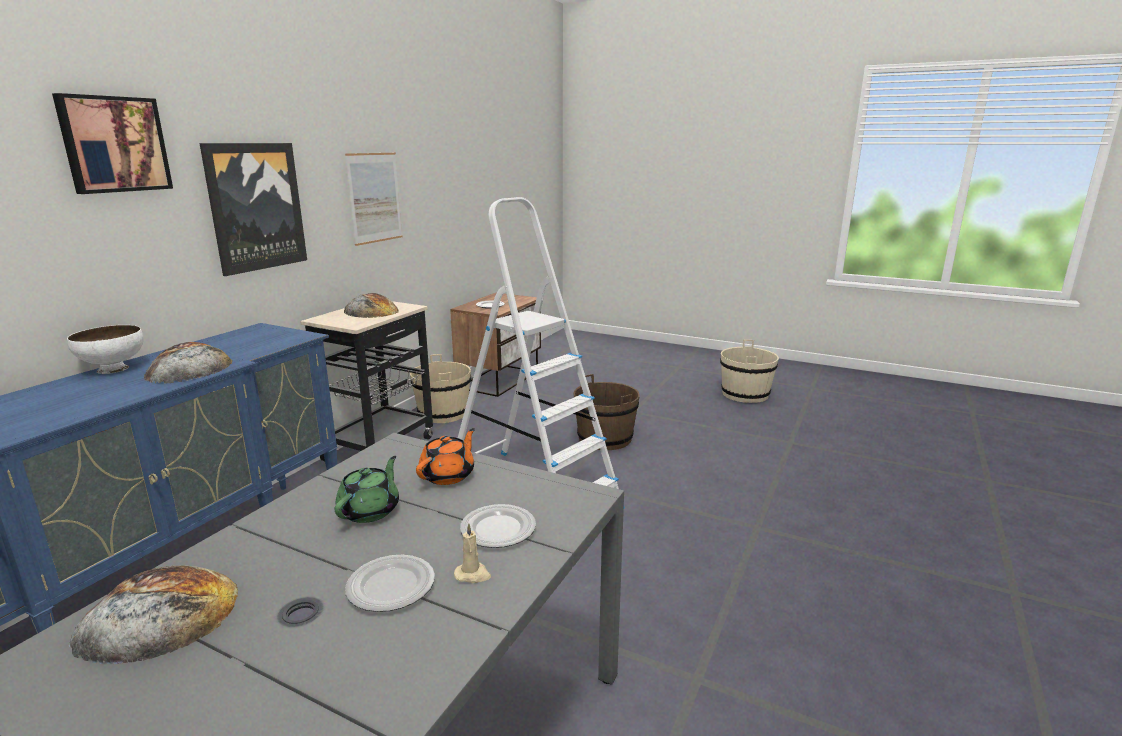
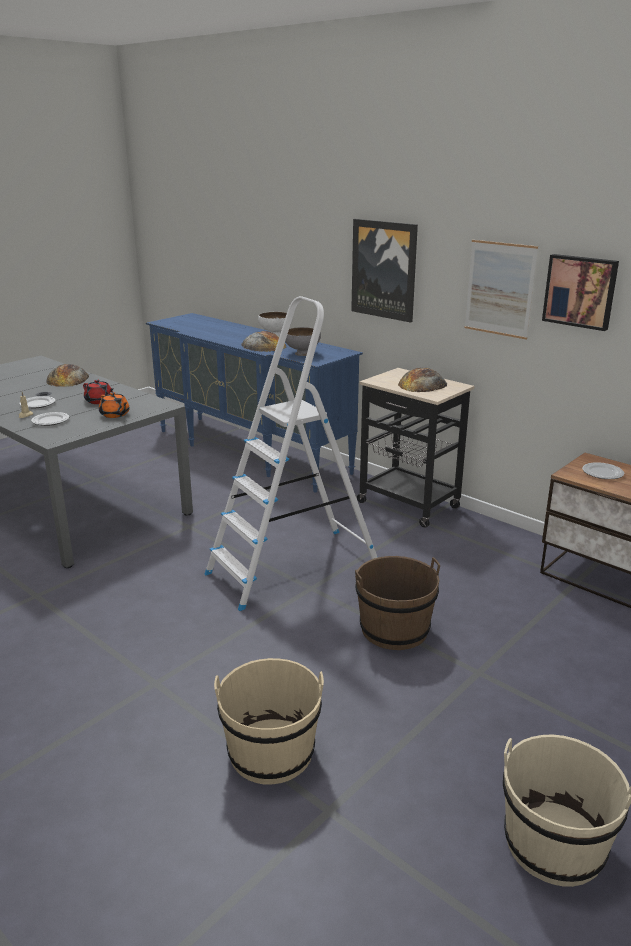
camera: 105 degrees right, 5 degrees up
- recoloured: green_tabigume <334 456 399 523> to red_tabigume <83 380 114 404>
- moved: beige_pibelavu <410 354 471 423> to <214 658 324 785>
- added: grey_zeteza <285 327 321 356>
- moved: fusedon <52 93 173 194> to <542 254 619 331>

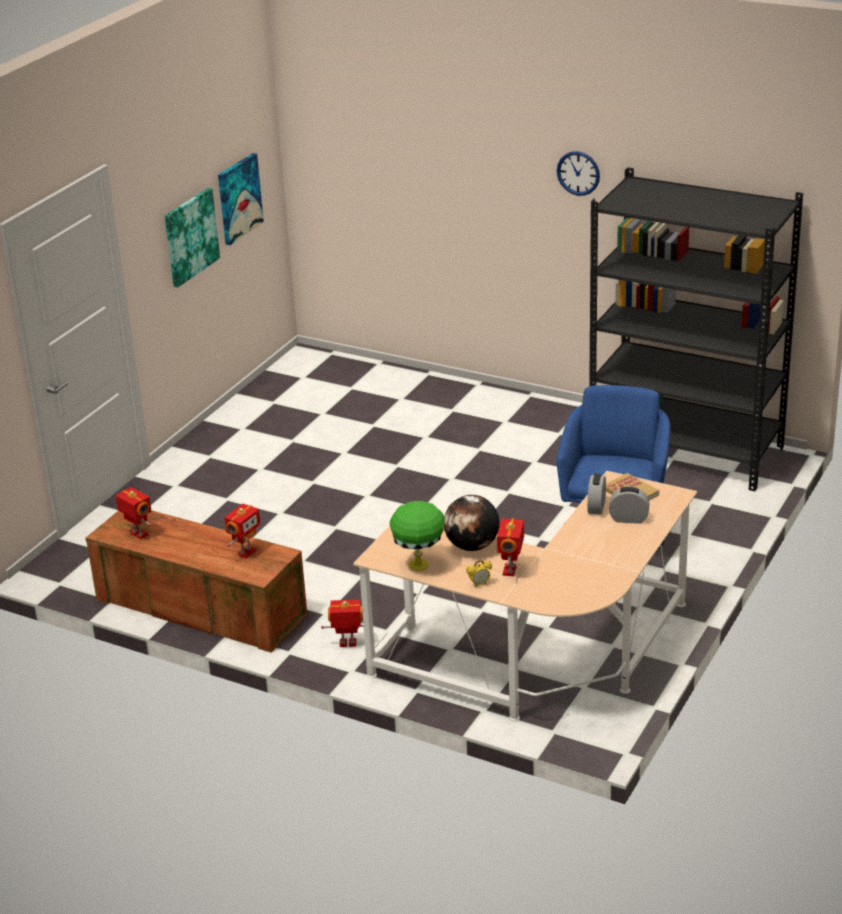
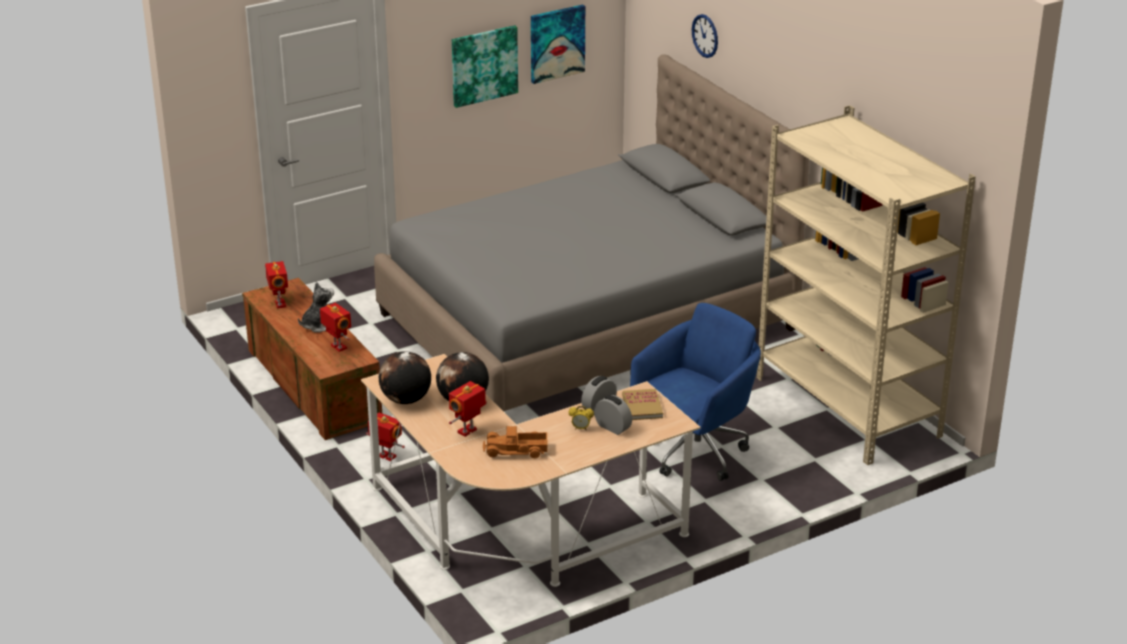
camera: 30 degrees right, 0 degrees up
- added: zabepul <298 282 334 333>
- turned: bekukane <224 504 260 559> = <320 303 351 352> 105 degrees counterclockwise
- added: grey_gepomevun <374 54 809 412>
- replaced: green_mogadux <390 501 445 571> to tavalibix <379 351 431 404>
- added: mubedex <483 426 548 458>
- moved: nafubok <466 560 492 587> to <568 406 594 430>
- moved: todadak <557 151 600 196> to <692 14 718 58>
- recoloured: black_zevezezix <589 167 803 491> to beige_zevezezix <757 105 976 465>

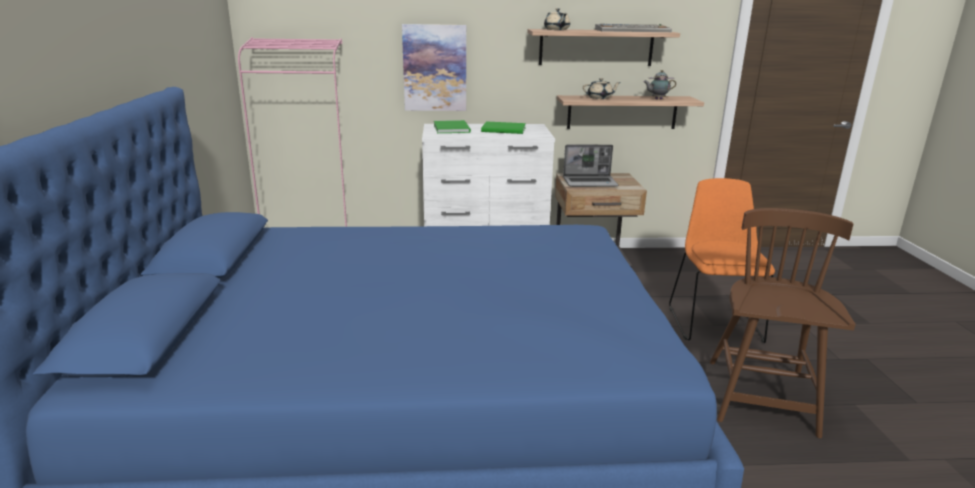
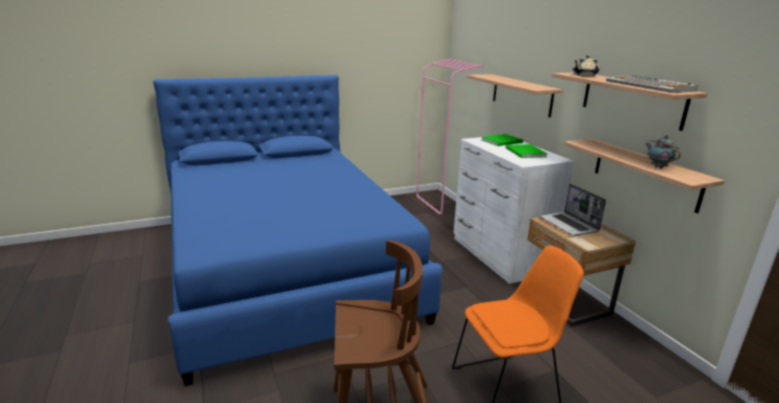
camera: 70 degrees right, 0 degrees up
- replaced: fusedon <402 24 466 111> to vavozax <467 74 563 118>
- removed: beige_tabigume <583 78 621 99>

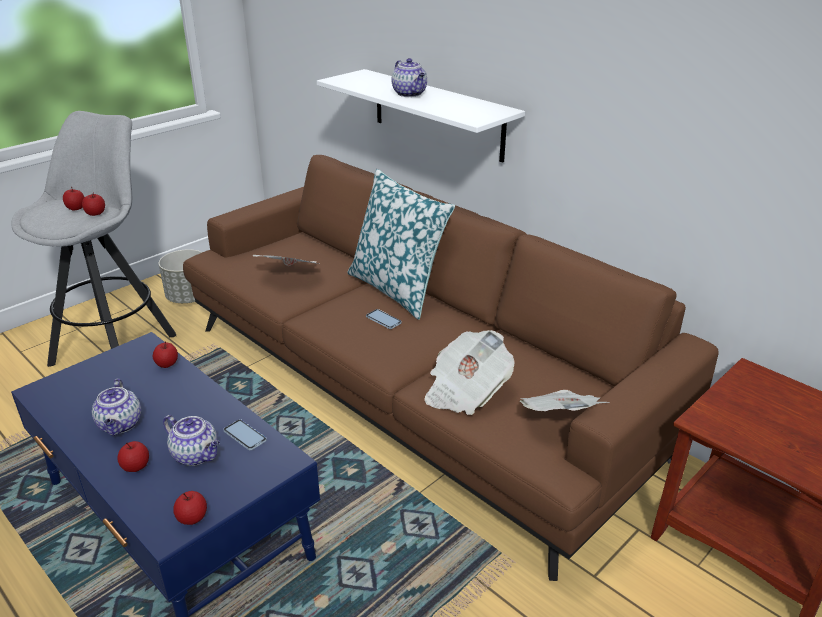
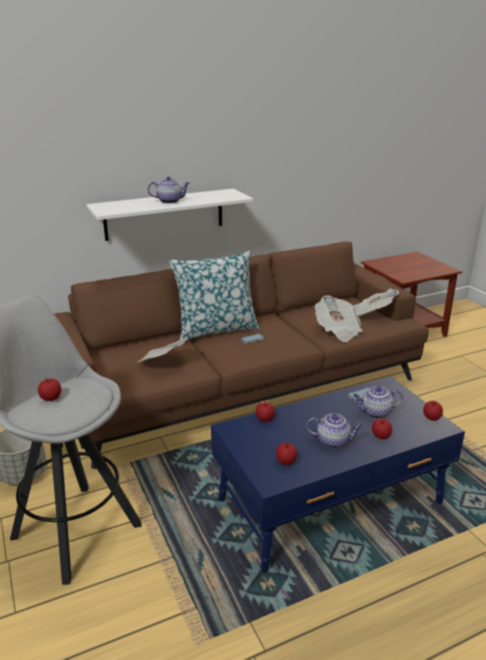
camera: 70 degrees left, 5 degrees down
- moved: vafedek <82 193 105 216> to <276 442 297 465>
- turned: tabigume <163 415 220 466> = <353 386 403 419> 150 degrees counterclockwise

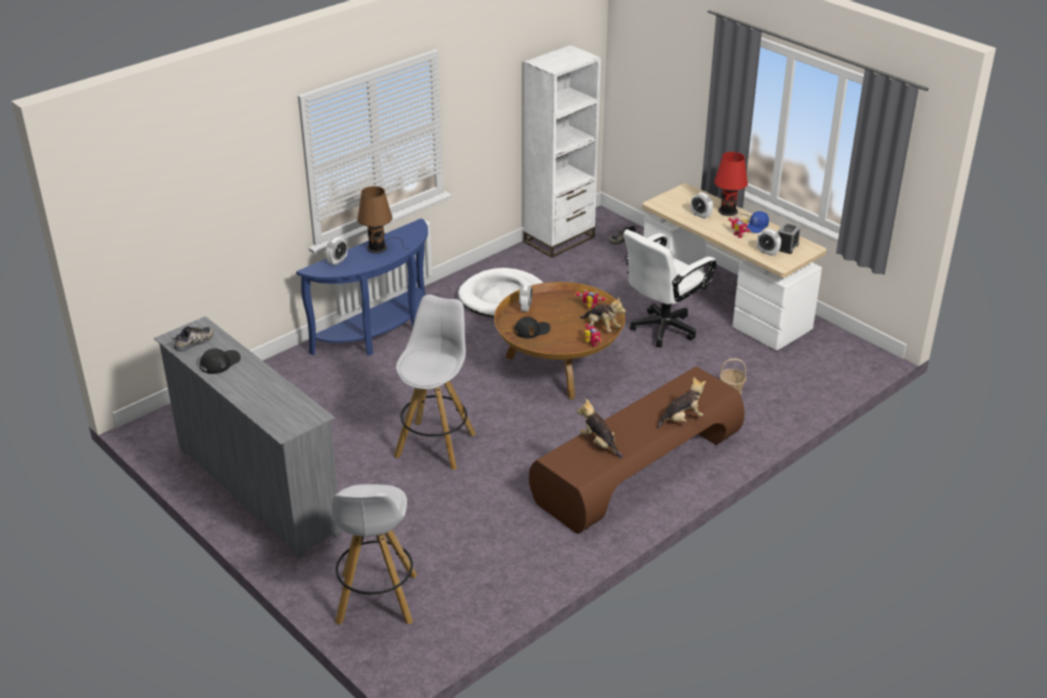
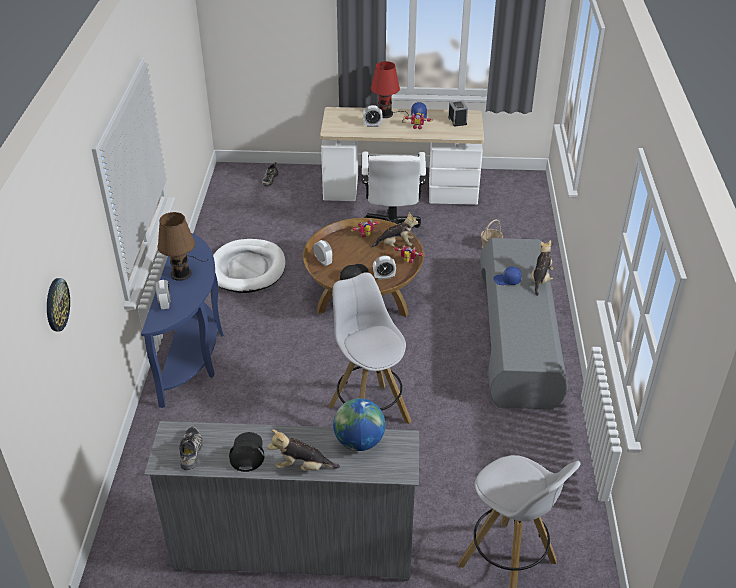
camera: 45 degrees left, 5 degrees up
- added: todadak <47 278 70 331>
- moved: zabepul <577 399 623 458> to <267 430 340 471>
- added: tavalibix <333 398 385 451>
- moved: nafubok <757 229 781 256> to <373 255 396 280>
- recoloured: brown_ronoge <529 367 745 534> to grey_ronoge <480 238 568 409>
- added: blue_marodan <493 267 521 285>
- removed: white_zevezezix <524 45 601 258>

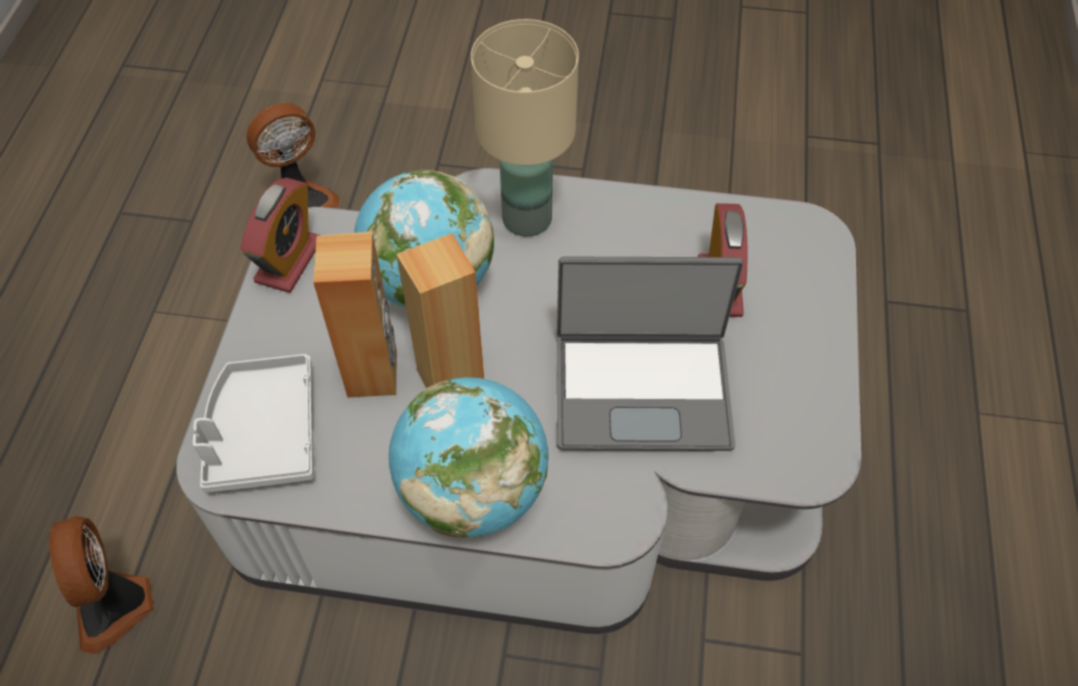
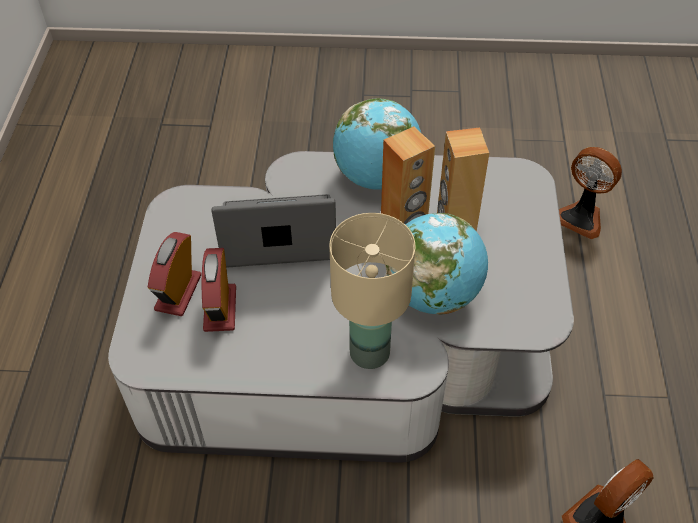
camera: 175 degrees right, 5 degrees down
- moved: nafubok <240 178 320 293> to <148 232 201 316>
- turned: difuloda <49 516 153 654> = <559 147 622 239> 150 degrees clockwise
- removed: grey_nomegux <193 354 314 493>

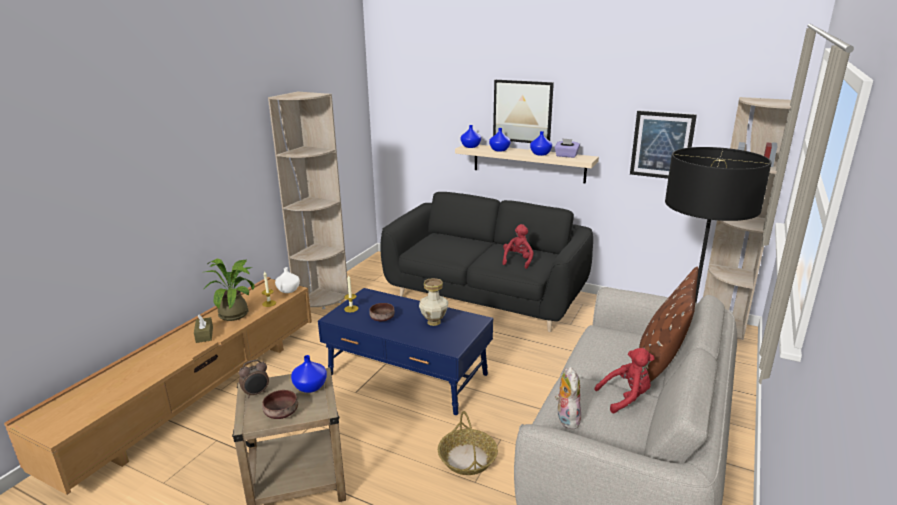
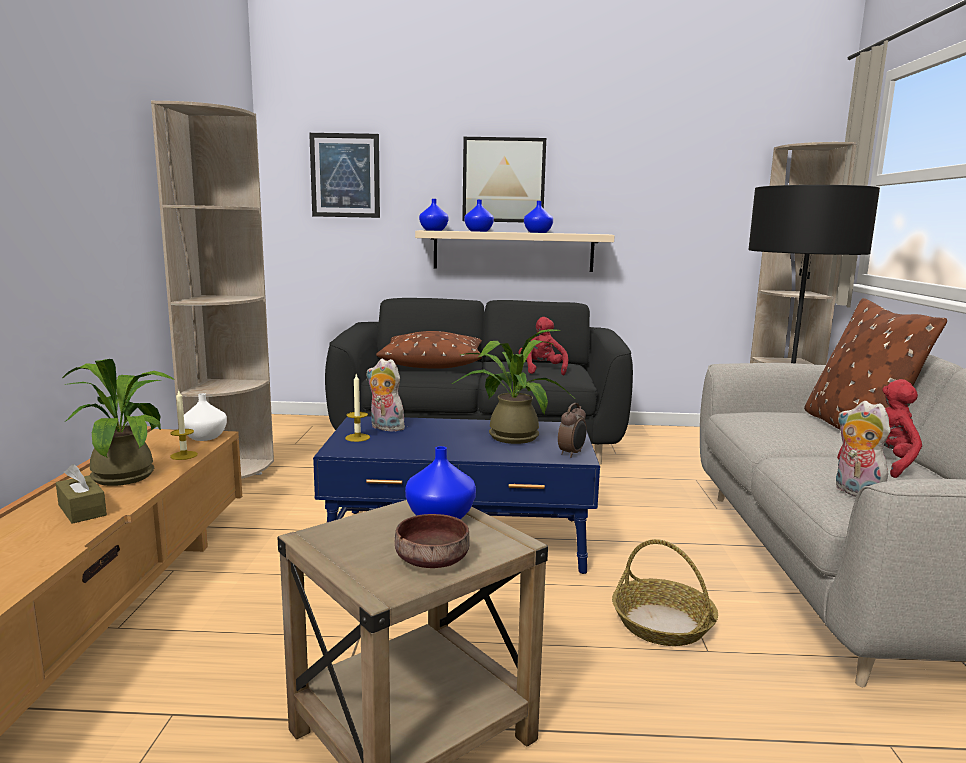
camera: 25 degrees left, 10 degrees down
- moved: fusedon <630 110 697 179> to <309 133 380 218>
- added: zabepul <366 359 405 431>
- added: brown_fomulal <376 331 482 369>
- replaced: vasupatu <419 278 448 326> to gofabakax <452 329 574 444>
- moved: nafubok <239 360 269 398> to <558 403 587 458>
- removed: brown_zeteza <369 303 395 321>
- removed: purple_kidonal <555 138 580 158>

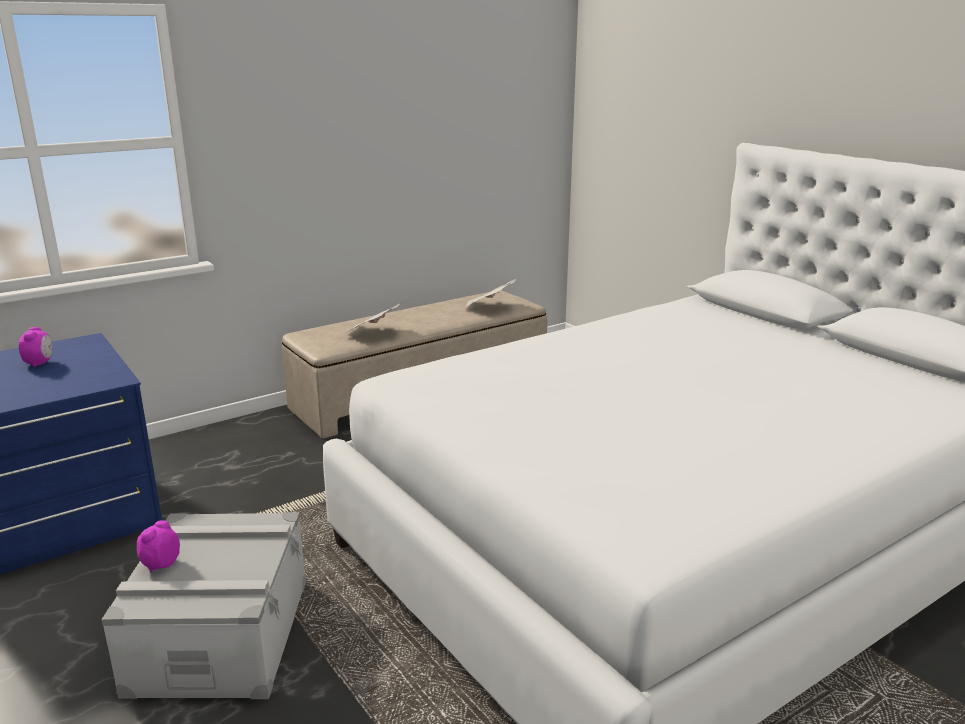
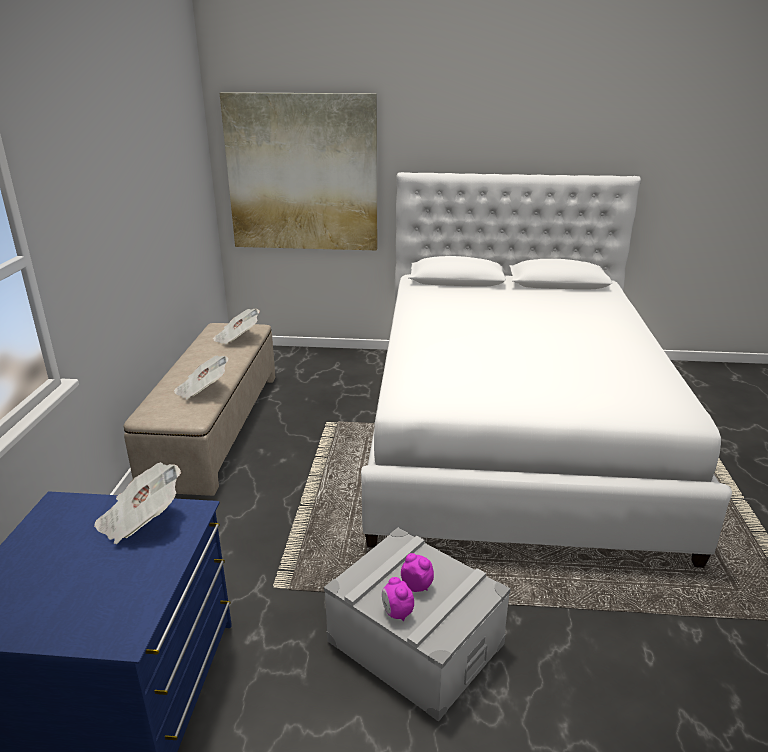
camera: 50 degrees left, 5 degrees up
- added: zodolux <94 462 181 544>
- added: fusedon <220 92 377 250>
- moved: nafubok <19 327 52 368> to <401 553 434 592>

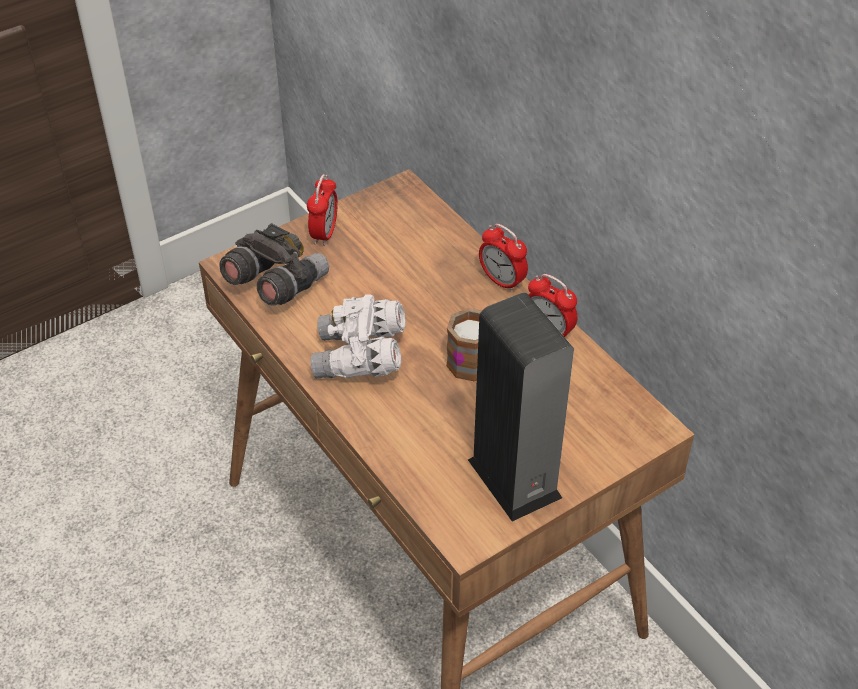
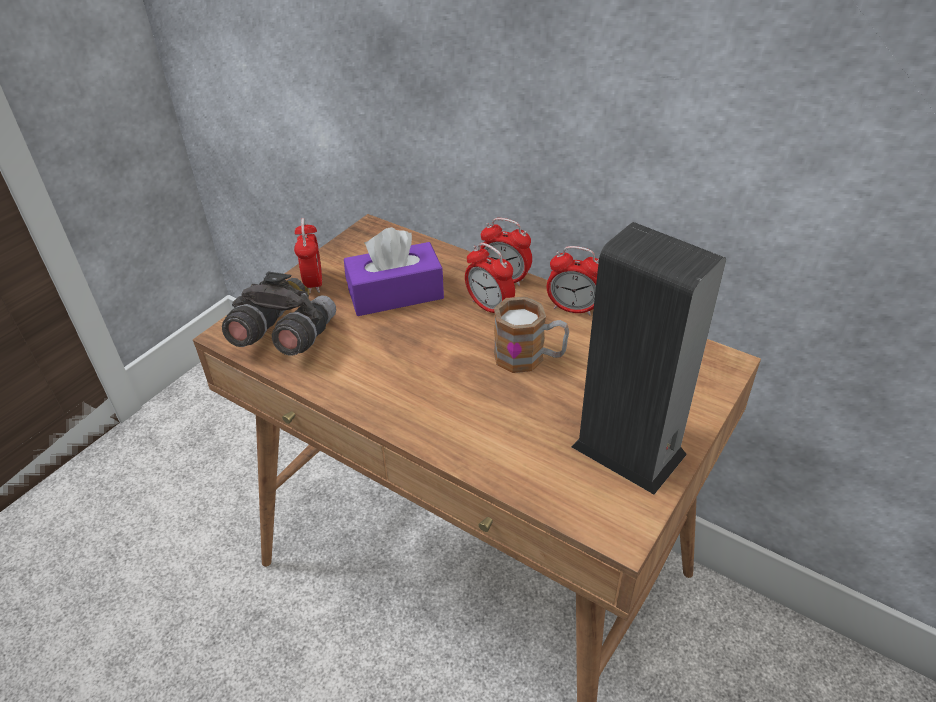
camera: 20 degrees left, 5 degrees down
- added: purple_kidonal <344 227 444 316>
- added: nafubok <465 243 515 313>
- removed: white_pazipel <310 294 406 379>

